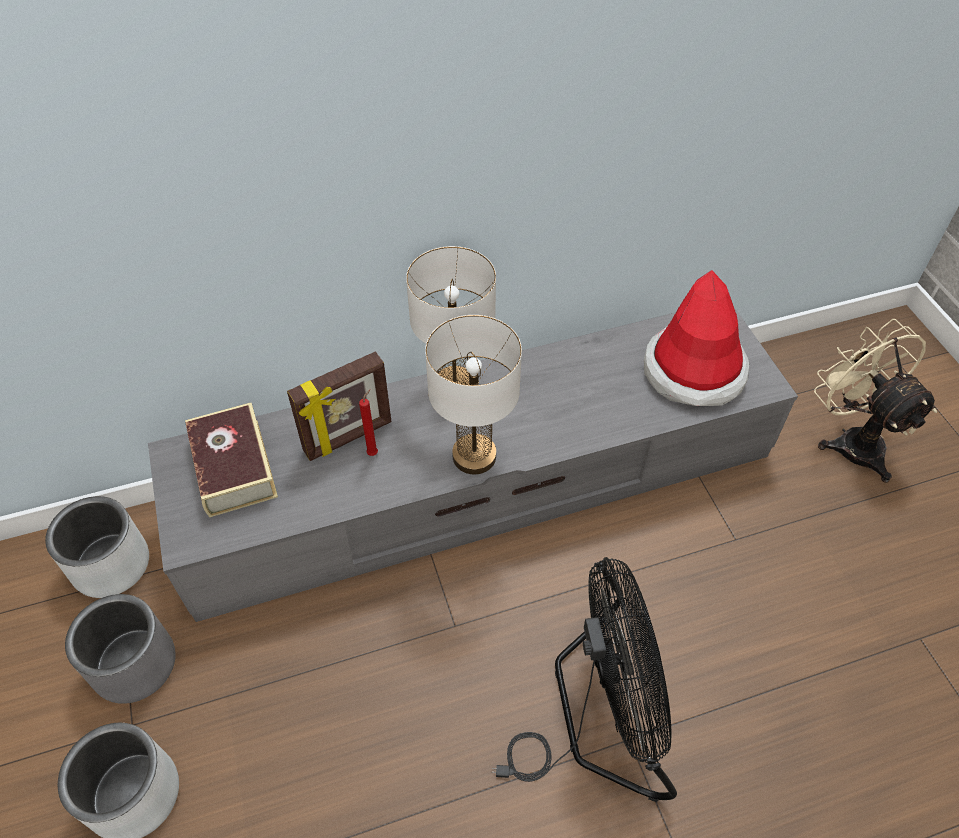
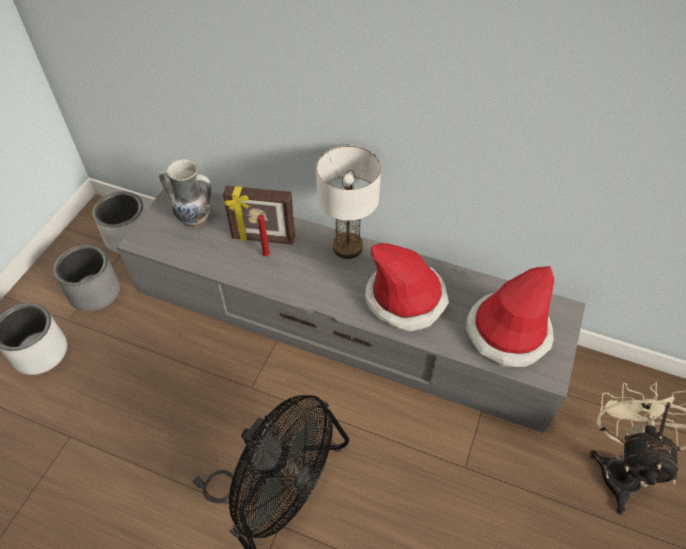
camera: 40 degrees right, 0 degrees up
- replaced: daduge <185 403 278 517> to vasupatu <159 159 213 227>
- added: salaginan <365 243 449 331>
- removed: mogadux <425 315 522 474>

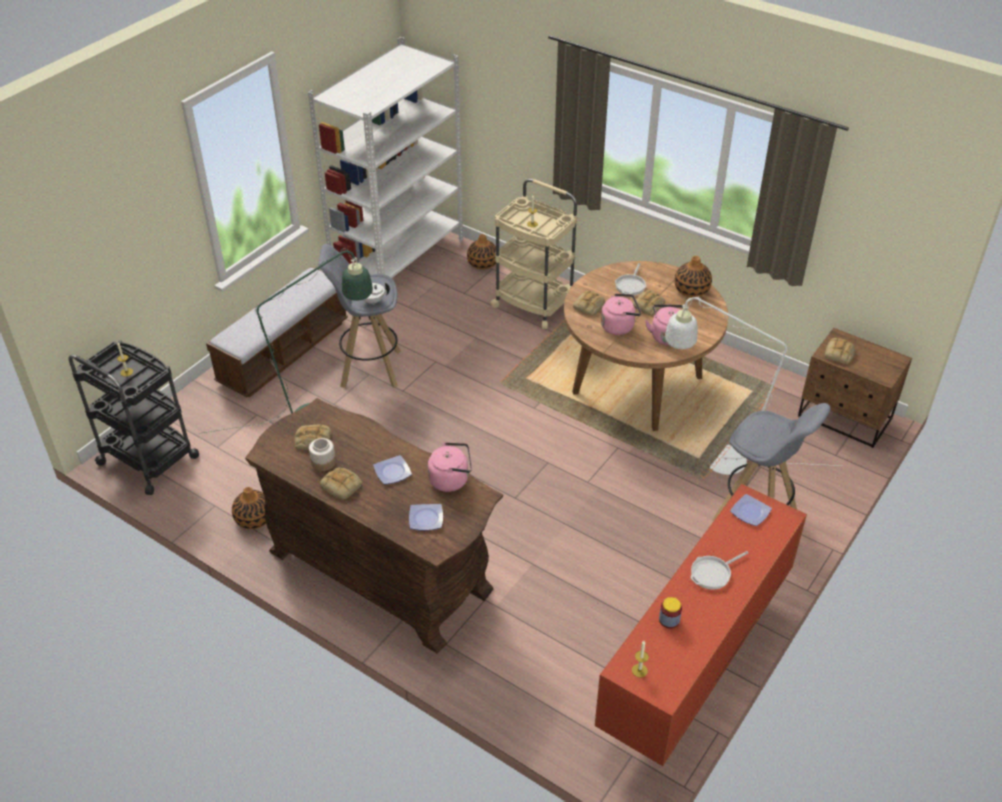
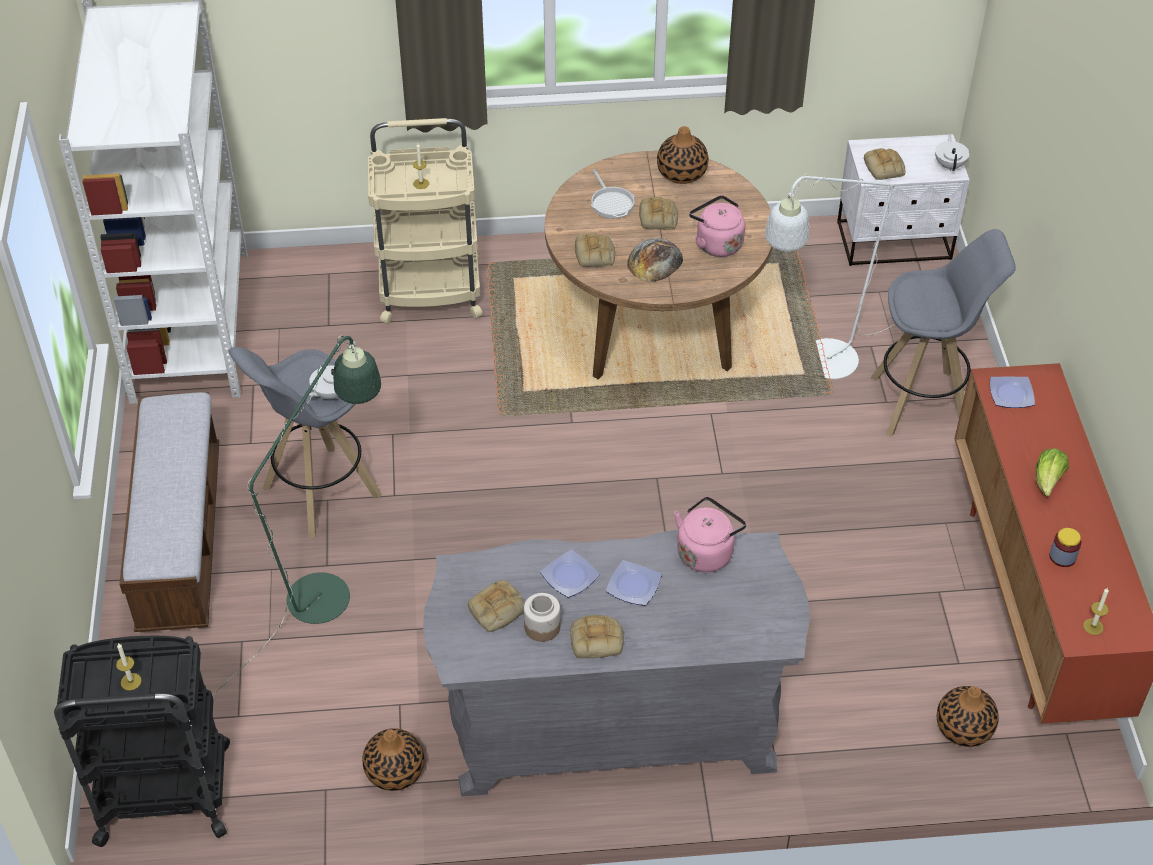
camera: 40 degrees left, 5 degrees up
- recoloured: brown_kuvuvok <245 398 504 653> to grey_kuvuvok <423 530 810 797>
- moved: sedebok <409 504 443 531> to <540 550 600 598>
- replaced: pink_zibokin <601 294 641 335> to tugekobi <627 238 683 282>
- recoloured: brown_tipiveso <798 328 912 448> to white_tipiveso <837 134 970 266>
- added: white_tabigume <935 135 970 171>
- moved: vasupatu <467 234 496 270> to <937 686 999 747>
- replaced: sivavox <690 551 748 590> to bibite <1035 448 1069 496>

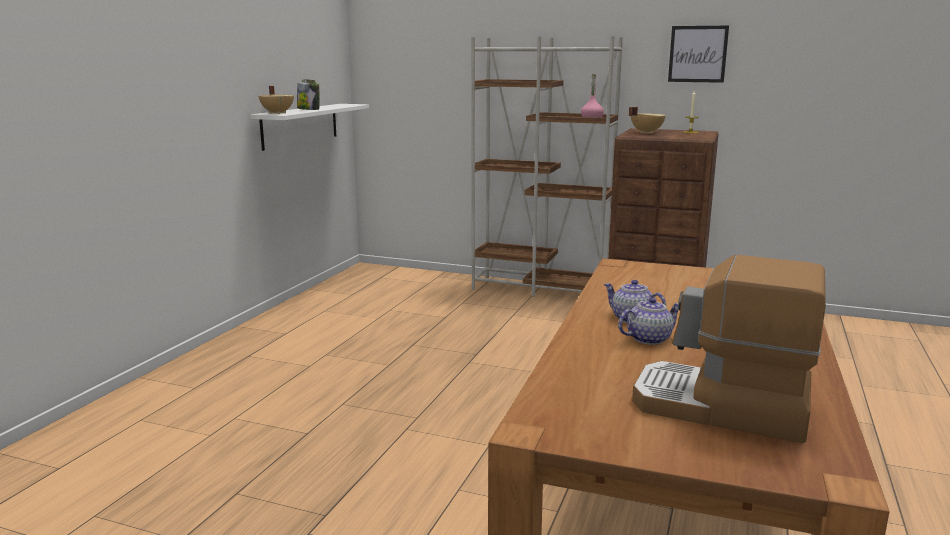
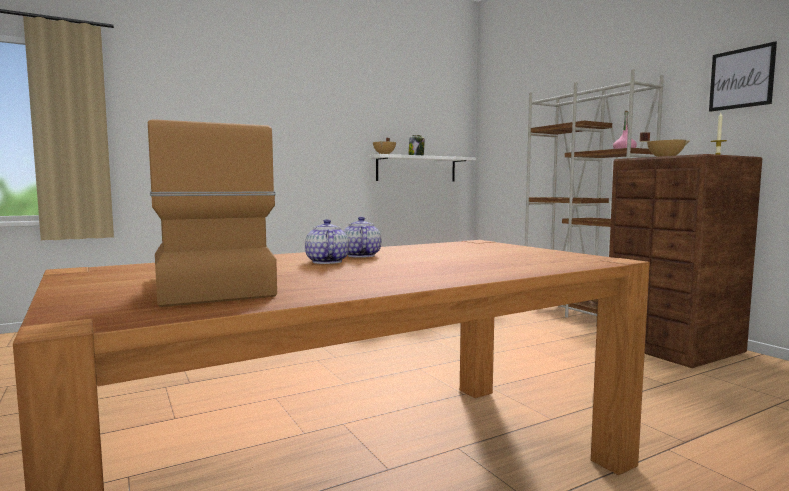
camera: 40 degrees right, 10 degrees down
- turned: tabigume <618 297 679 345> = <305 219 349 264> 120 degrees counterclockwise

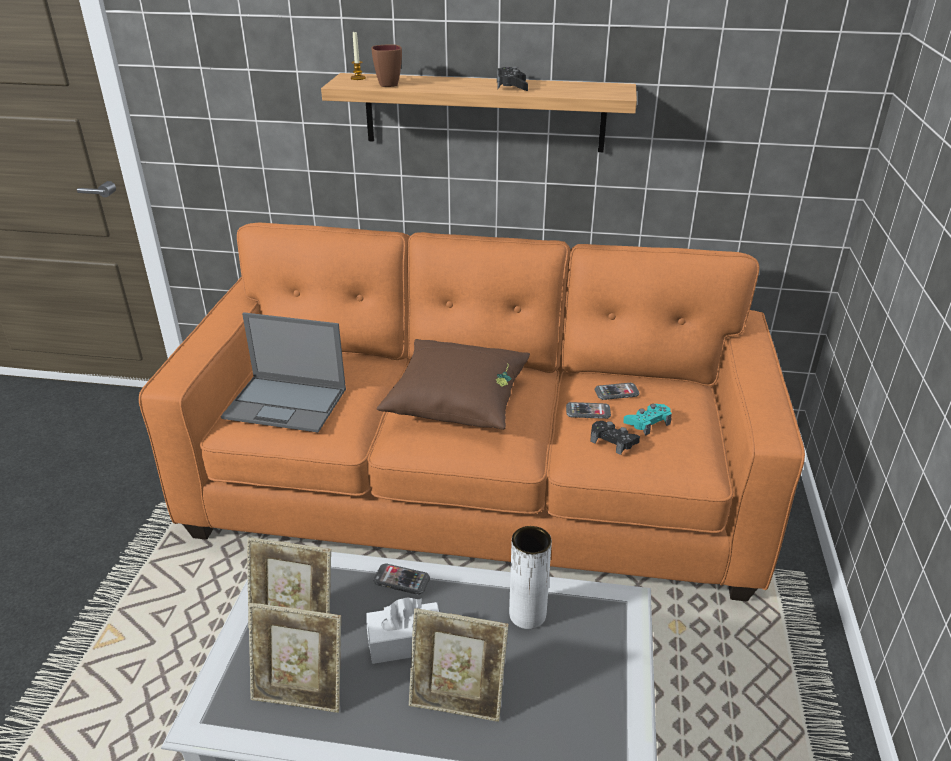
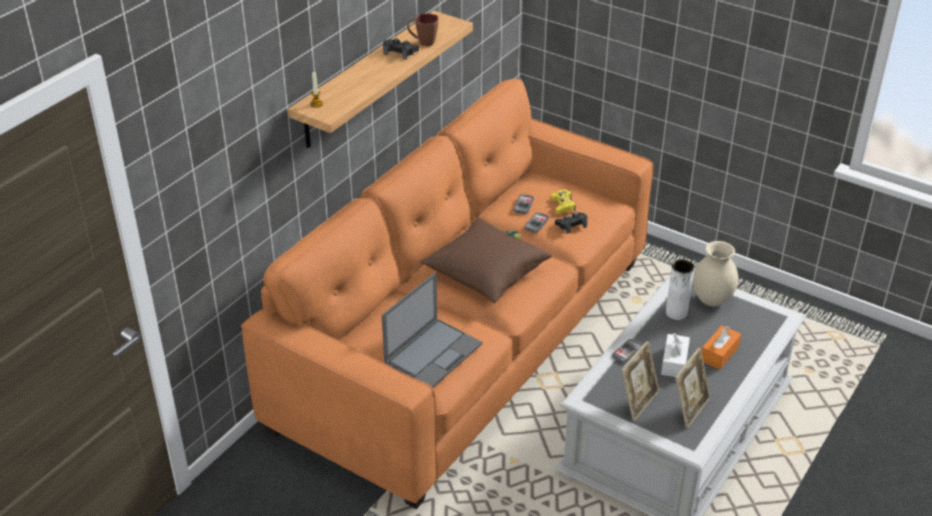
camera: 65 degrees left, 5 degrees up
- moved: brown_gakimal <372 45 402 87> to <407 13 438 46>
- recoloured: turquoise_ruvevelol <623 404 672 436> to yellow_ruvevelol <551 190 576 214>
- added: beige_vasupatu <693 241 738 306>
- replaced: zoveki <409 608 509 722> to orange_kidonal <702 325 741 370>

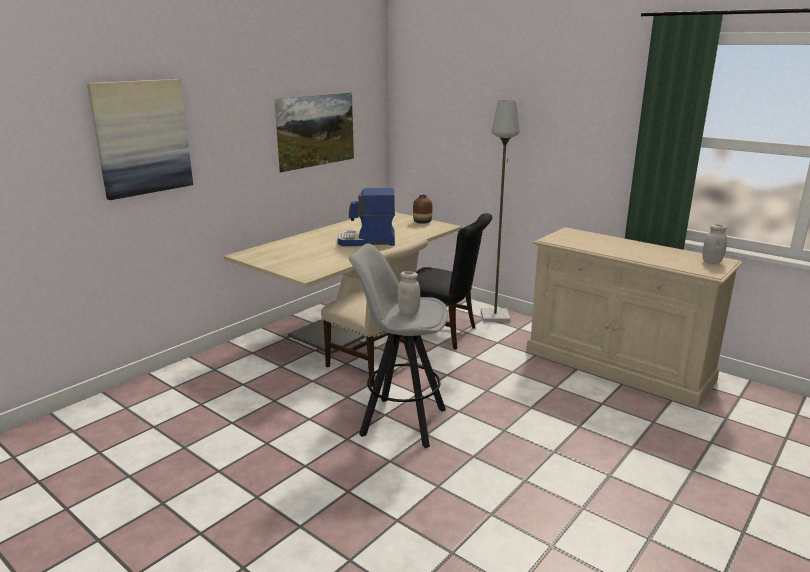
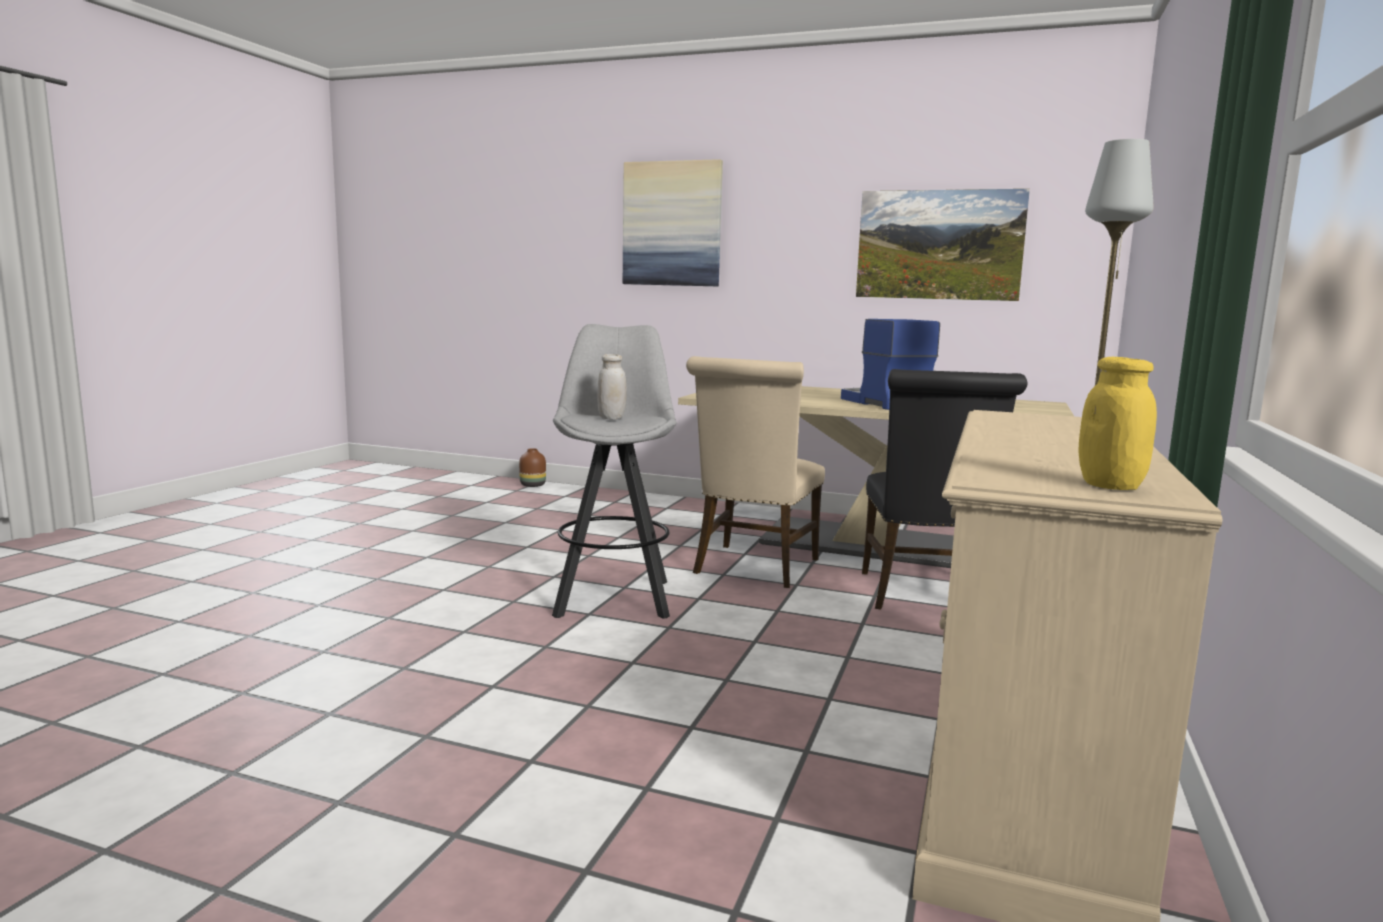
camera: 70 degrees right, 10 degrees down
- moved: brown_vasupatu <413 195 432 224> to <519 448 546 487>
- recoloured: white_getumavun <703 224 727 264> to yellow_getumavun <1078 357 1157 490>

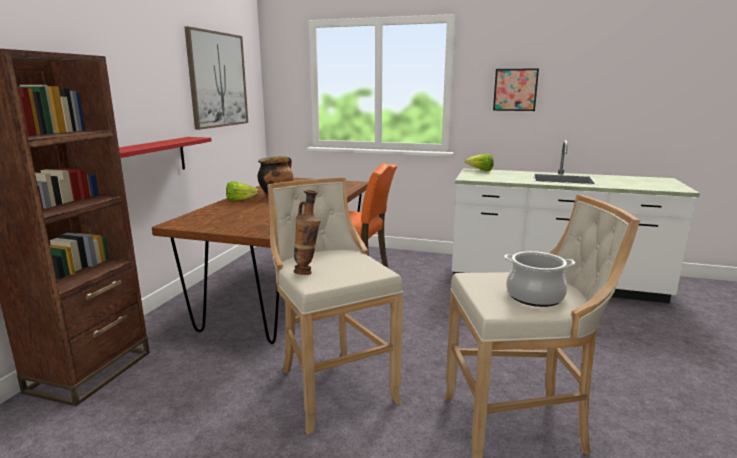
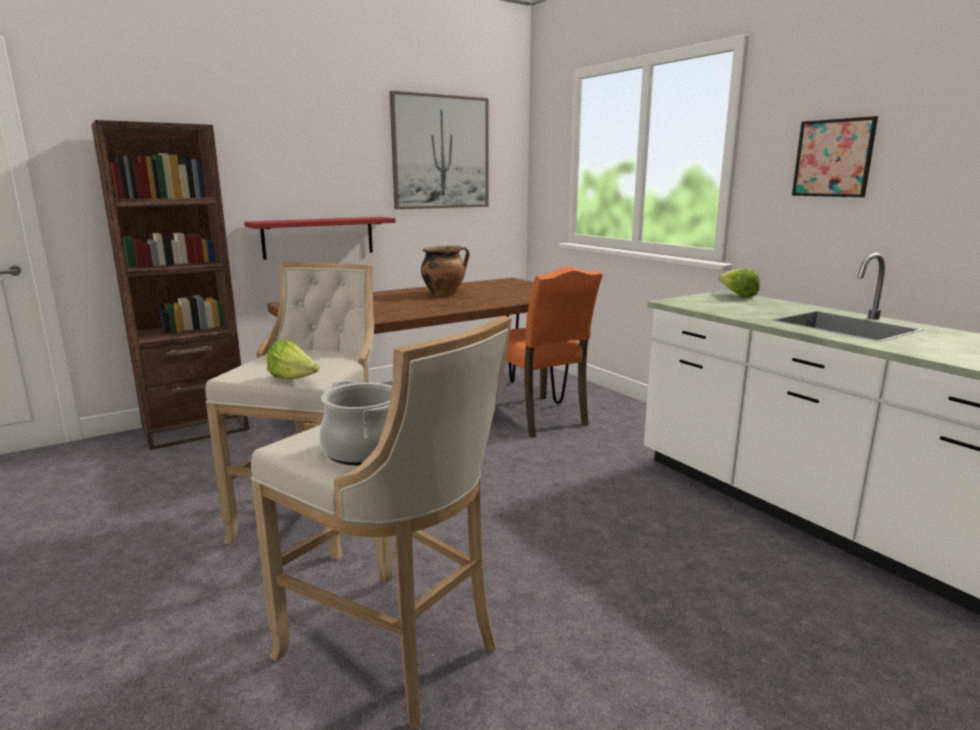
camera: 40 degrees right, 0 degrees up
- moved: bibite <226 181 260 201> to <267 340 319 379>
- removed: vasupatu <294 190 321 275>

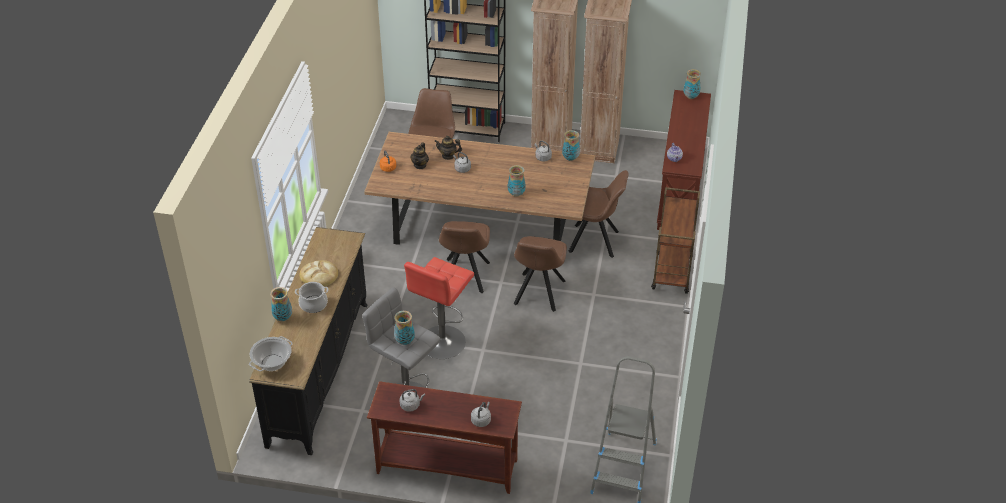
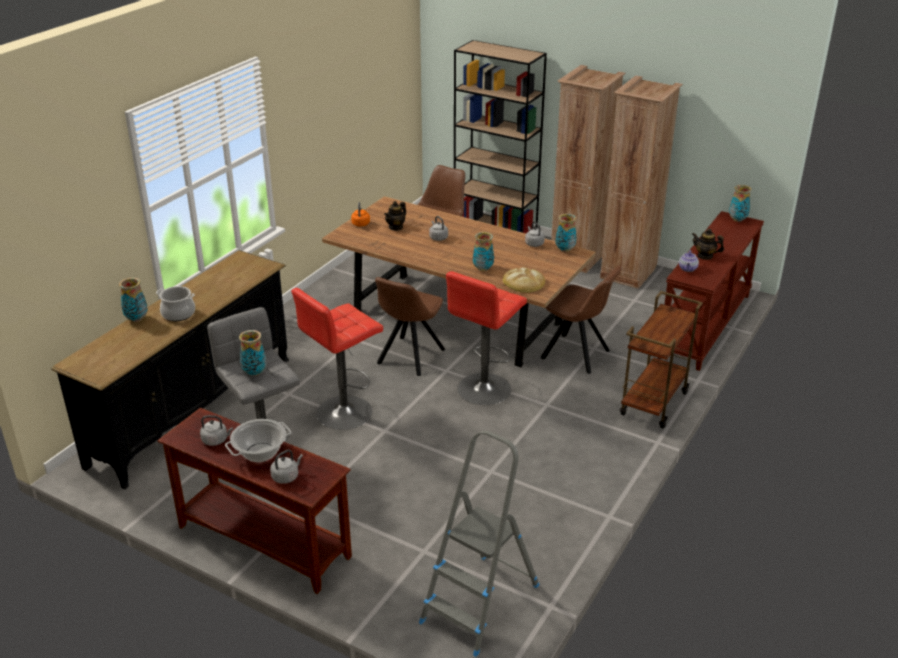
camera: 20 degrees right, 10 degrees down
- moved: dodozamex <249 336 293 371> to <225 419 292 462>
- replaced: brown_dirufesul <514 236 567 312> to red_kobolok <446 271 527 405>
- moved: tugekobi <300 260 338 287> to <503 268 545 293>
- moved: tabigume <434 136 462 160> to <692 229 724 260>

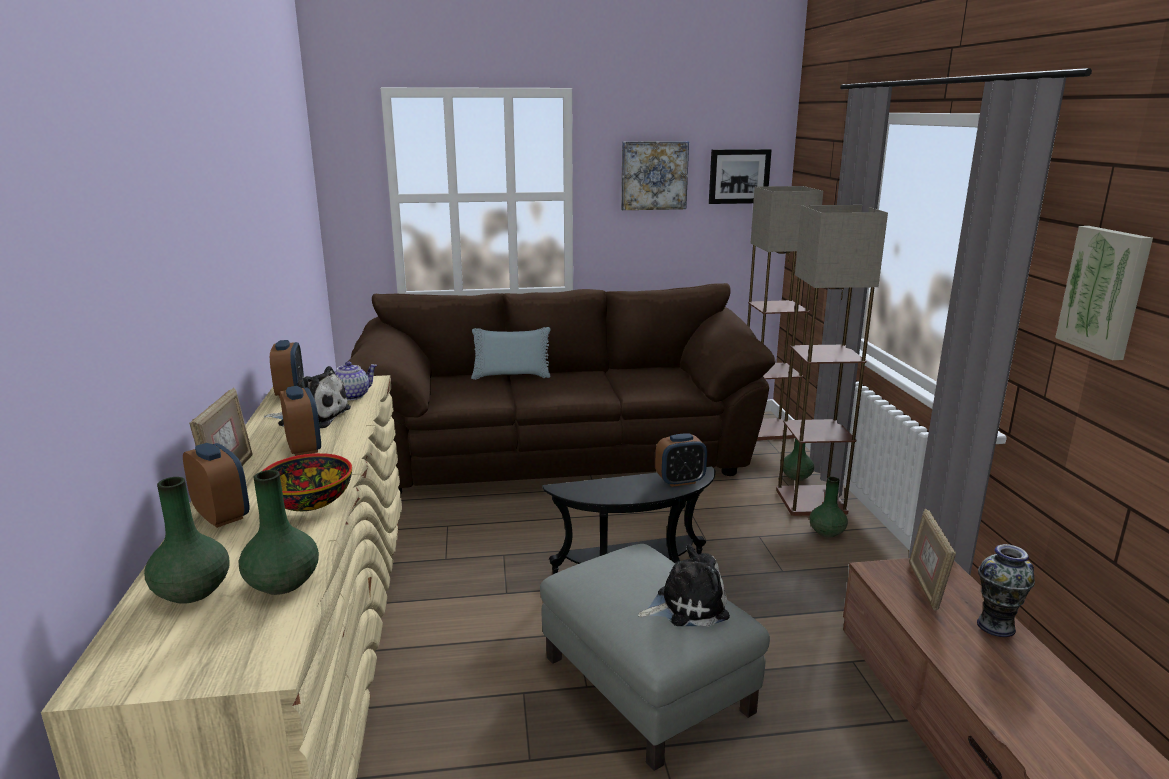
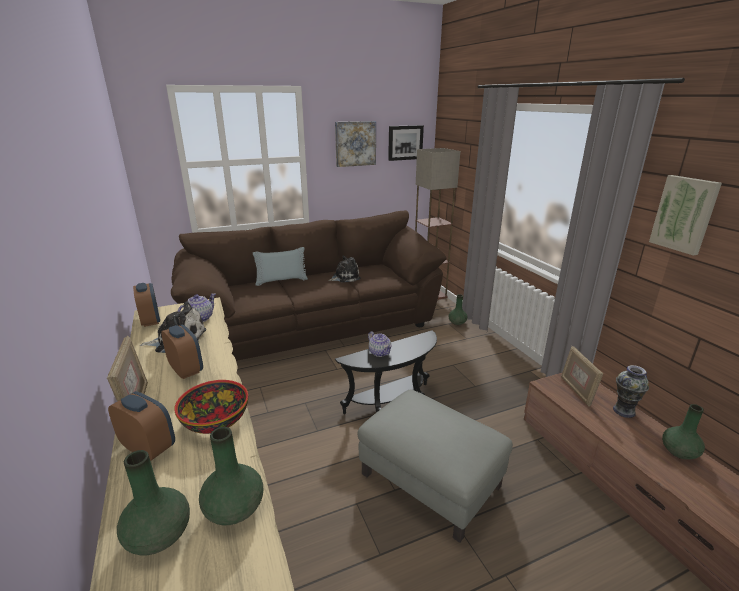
camera: 15 degrees left, 5 degrees up
- moved: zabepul <638 544 730 627> to <328 256 361 282>
- added: tabigume <368 331 392 357>
- moved: green_vasupatu <809 477 848 537> to <662 404 705 460>
- removed: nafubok <655 433 707 487>
- removed: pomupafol <776 205 888 516>

